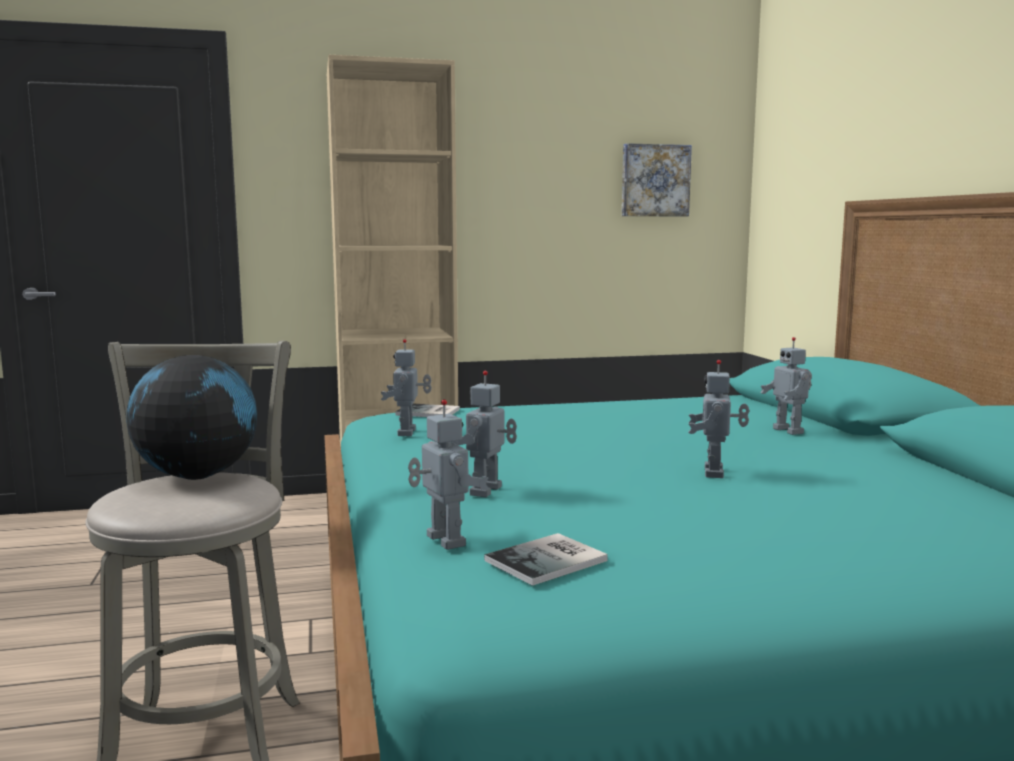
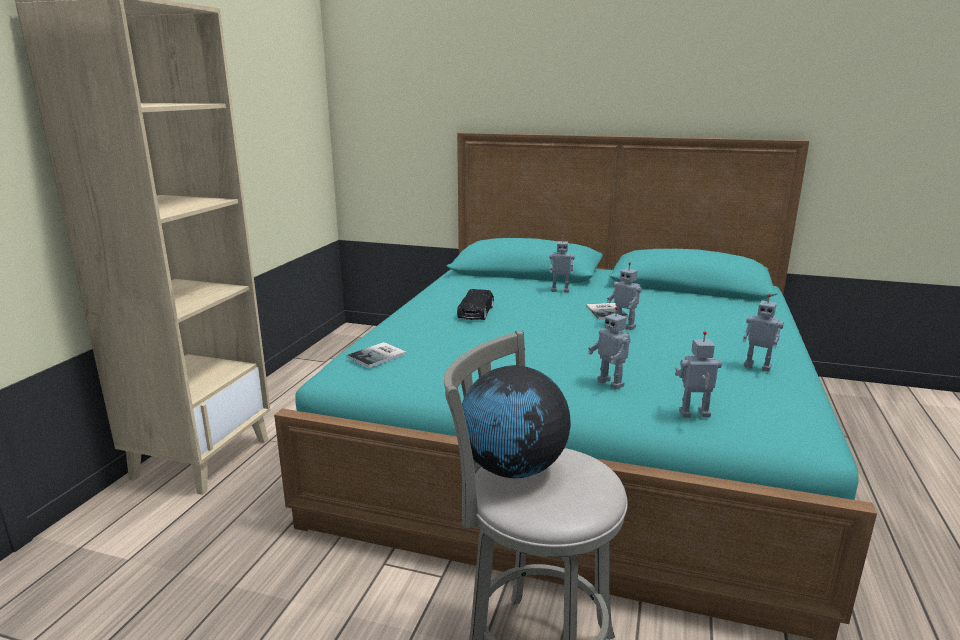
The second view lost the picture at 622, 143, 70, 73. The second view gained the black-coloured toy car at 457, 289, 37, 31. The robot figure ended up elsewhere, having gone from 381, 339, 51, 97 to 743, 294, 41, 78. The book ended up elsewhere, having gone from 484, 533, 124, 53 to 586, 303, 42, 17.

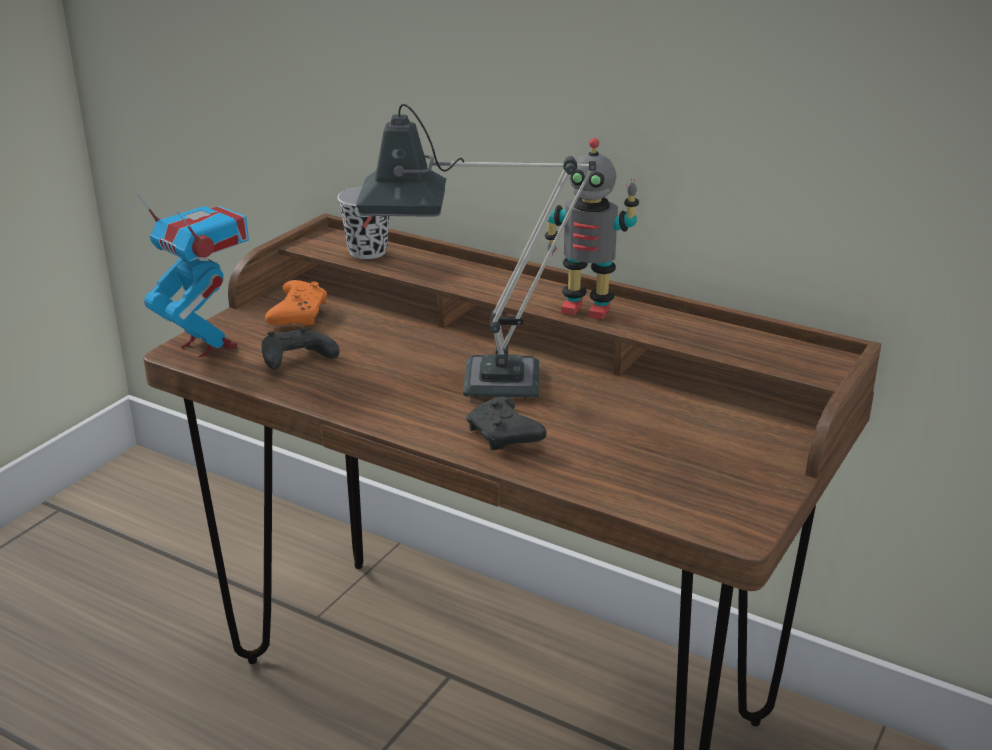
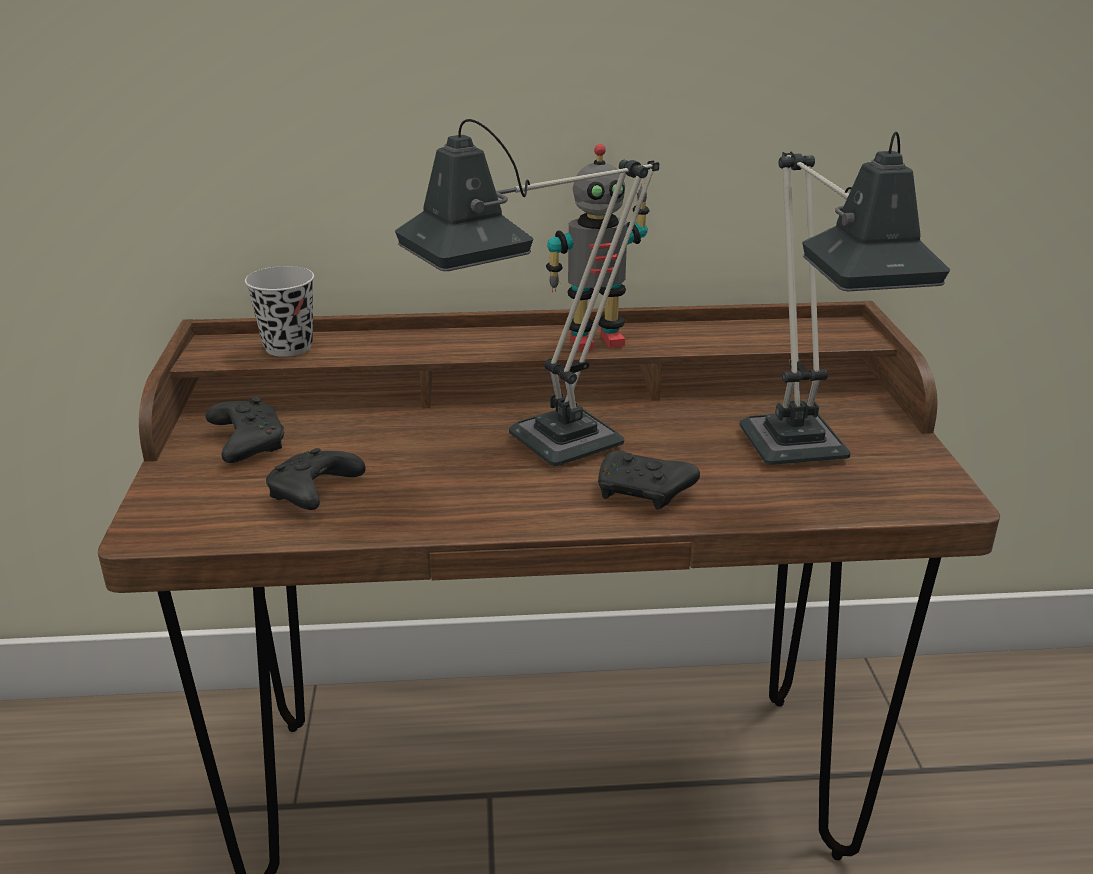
The second view lost the robot figure at 137, 194, 112, 164. The second view gained the tabletop lamp at 739, 132, 211, 333. What was the orange-coloured gamepad at 265, 280, 62, 45 turned into the black-coloured gamepad at 205, 396, 79, 67.

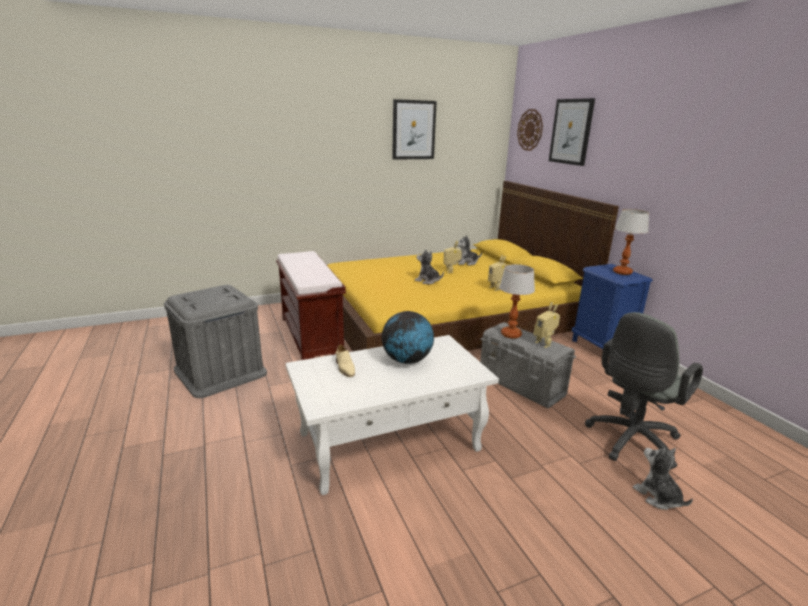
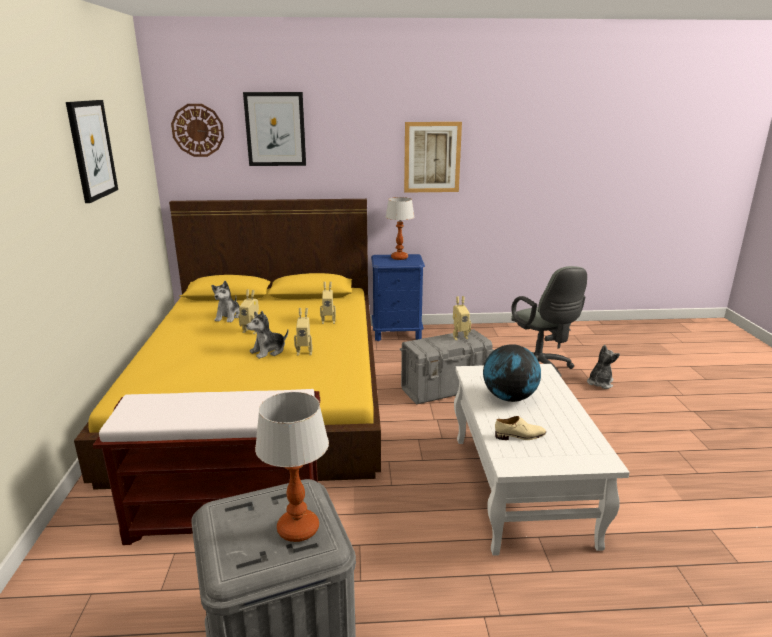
The second view gained the robot figure at 294, 308, 19, 47. The second view gained the picture at 404, 122, 58, 71. The tabletop lamp ended up elsewhere, having gone from 499, 264, 36, 75 to 255, 392, 74, 150. The plush toy at 633, 448, 60, 62 ended up facing another way, 135 degrees clockwise from before.

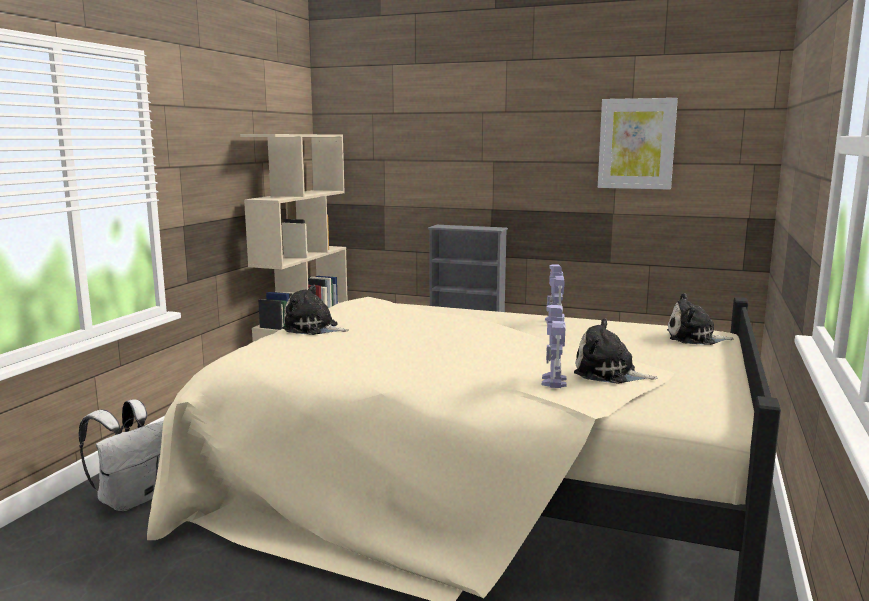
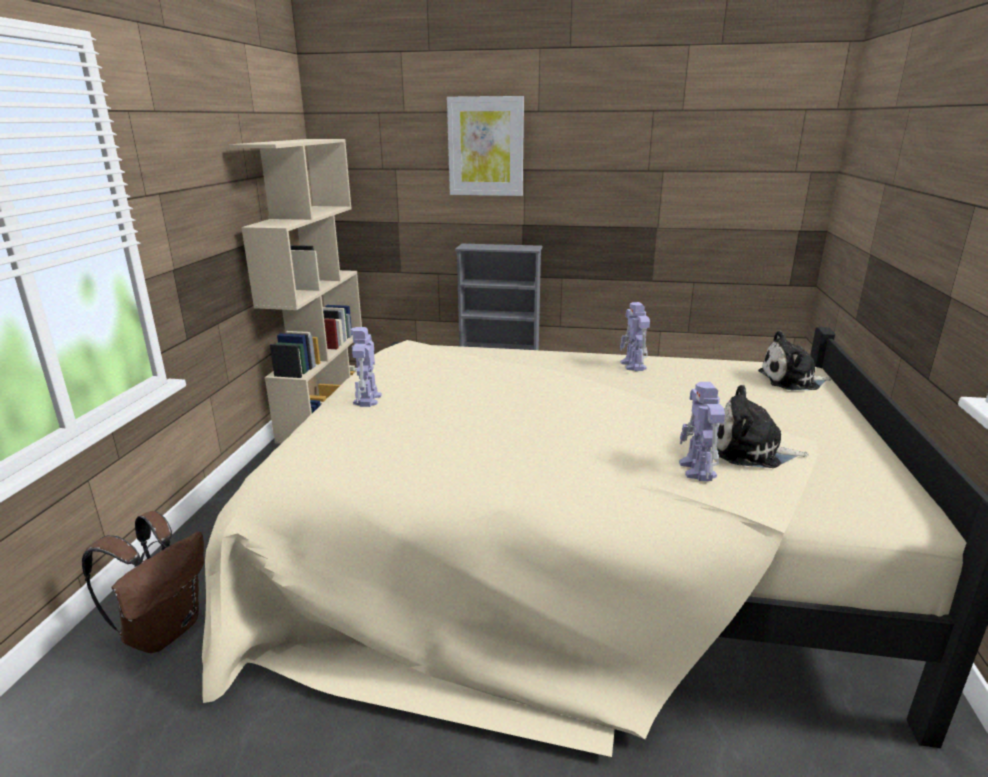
The picture ended up elsewhere, having gone from 598, 98, 80, 92 to 447, 96, 77, 100. Where the plush toy stood at 282, 285, 67, 50, the robot figure came to stand at 351, 327, 31, 80. What was the whitish backpack at 79, 400, 85, 111 turned into the brownish backpack at 82, 511, 122, 142.

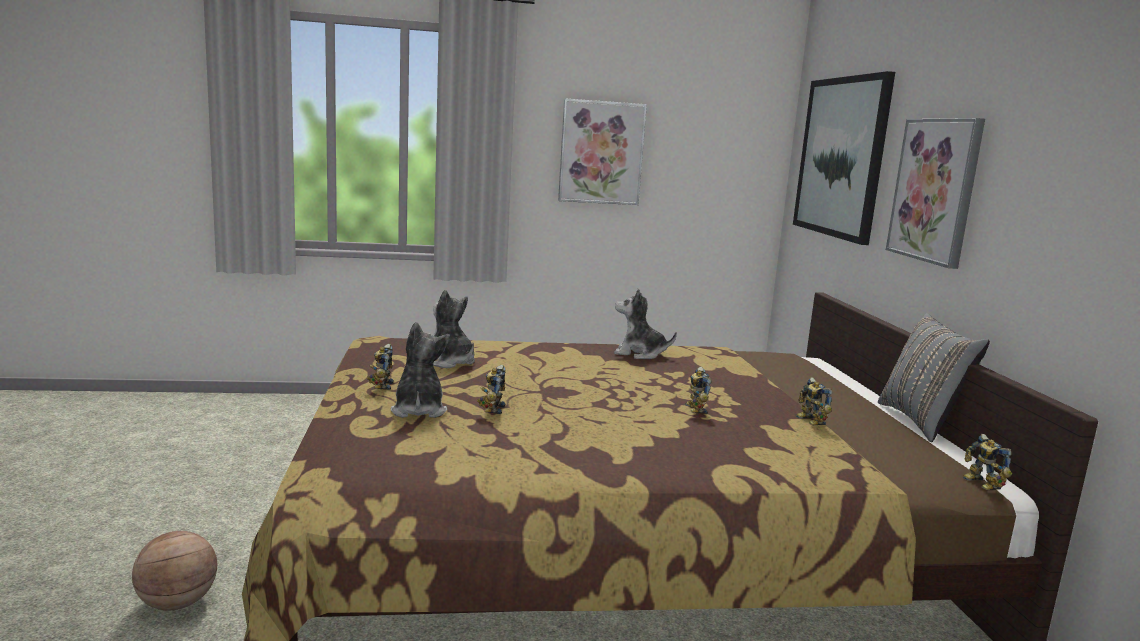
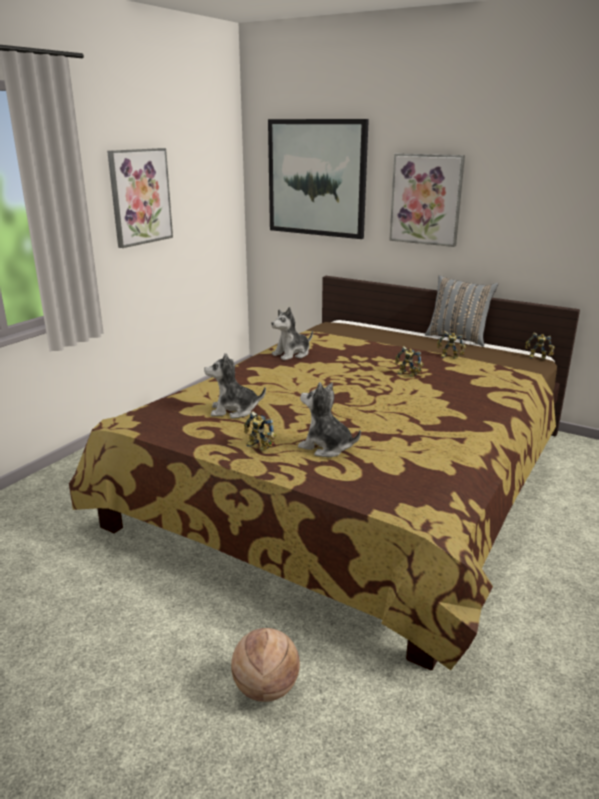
The second view lost the robot figure at 477, 365, 29, 49.

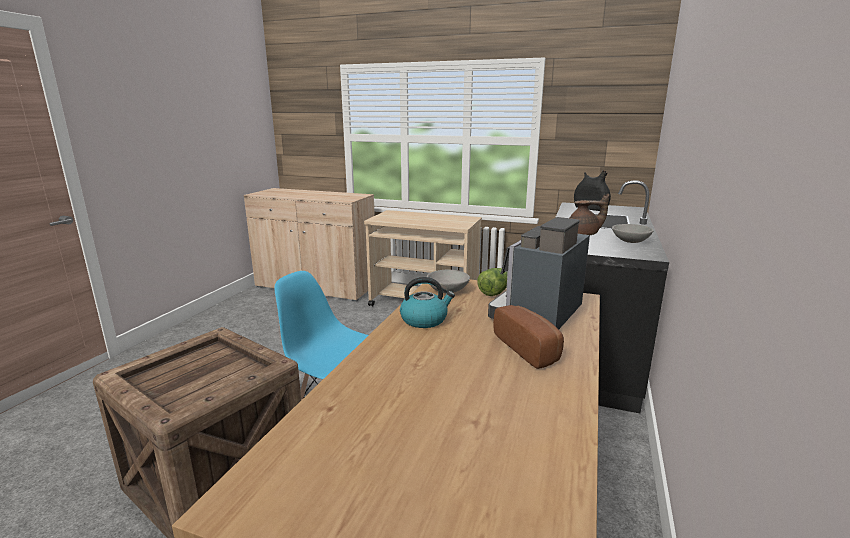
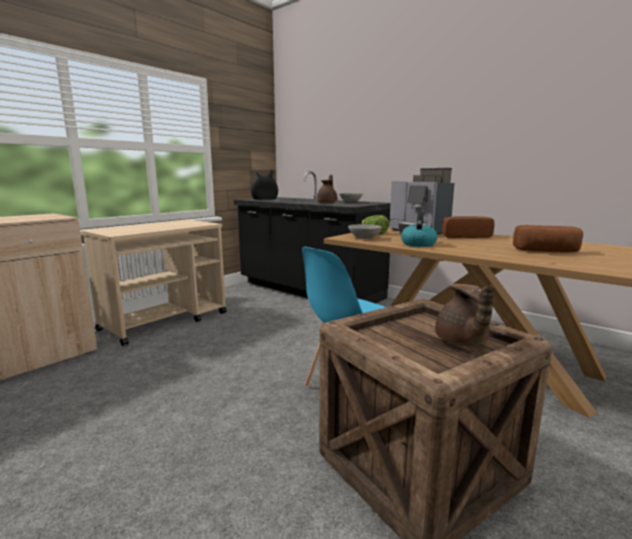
The second view gained the brownish tea pot at 435, 284, 59, 62. The second view gained the bakery bread at 513, 225, 70, 27.

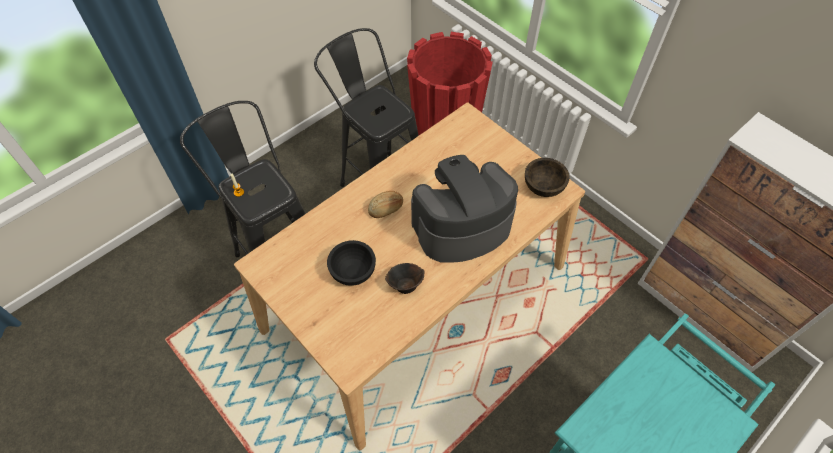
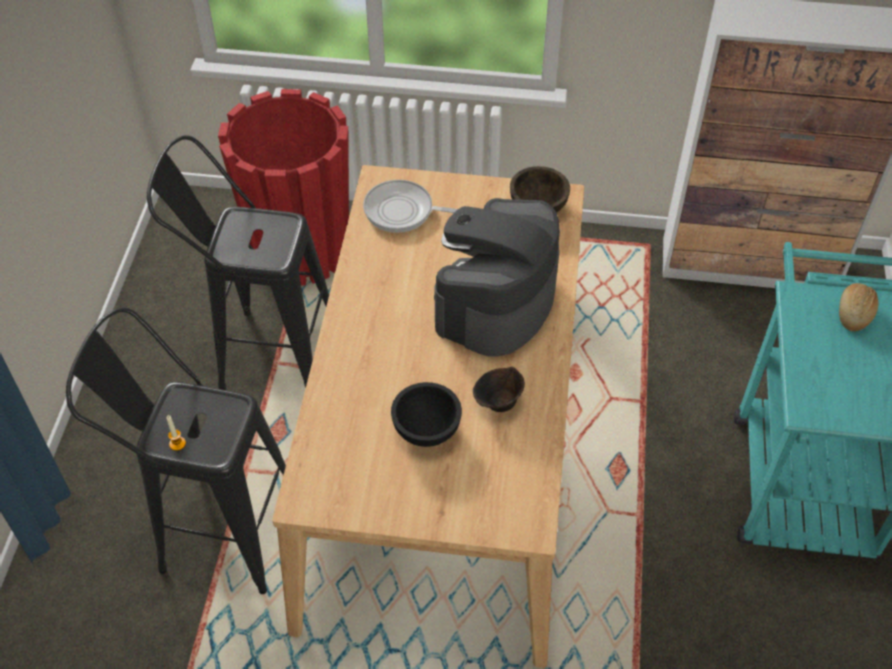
The second view gained the pan at 363, 180, 95, 53. The bakery bread ended up elsewhere, having gone from 368, 191, 35, 27 to 839, 283, 39, 48.

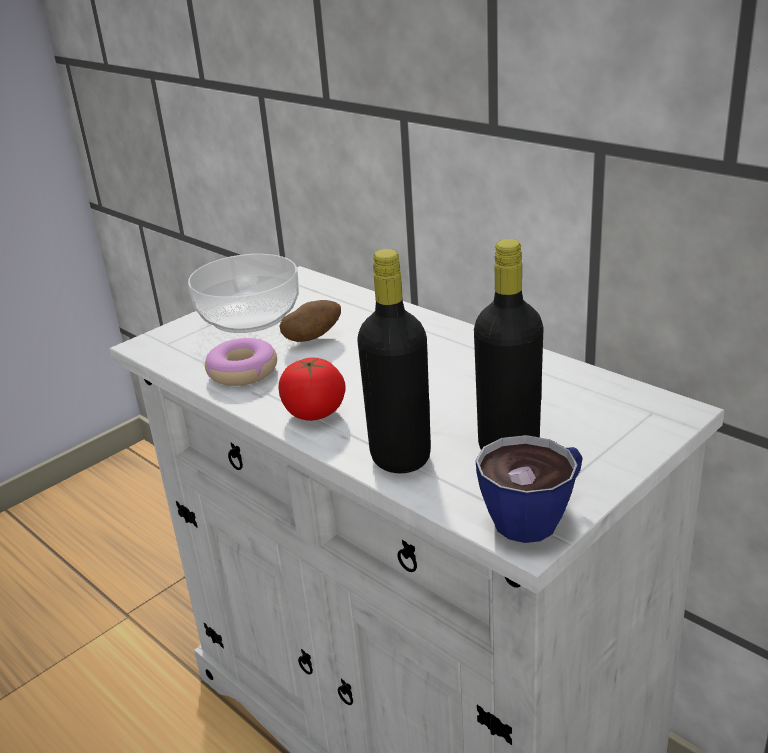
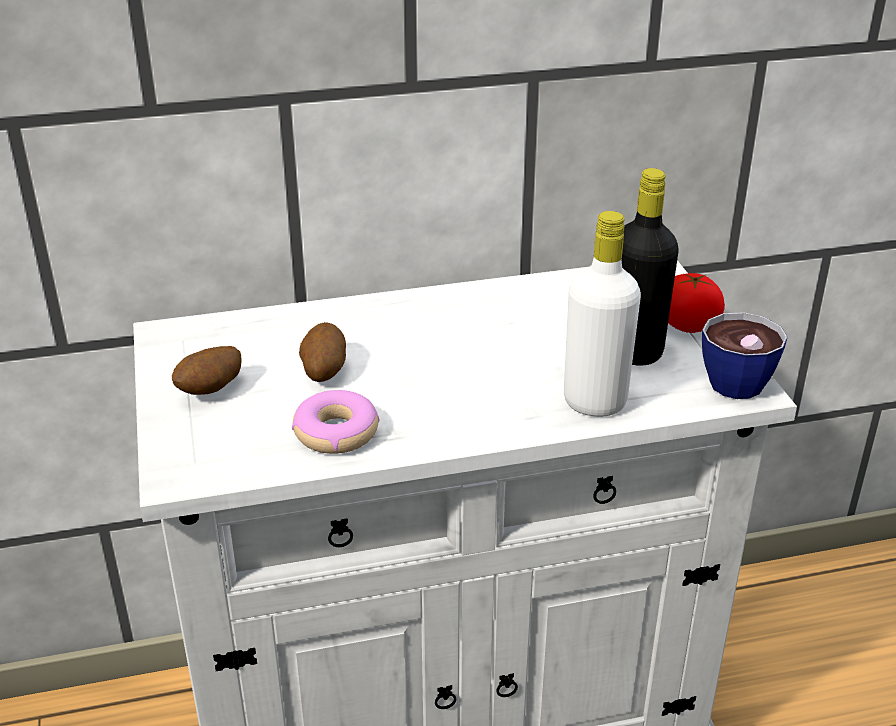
The tomato ended up elsewhere, having gone from 278, 357, 67, 64 to 668, 273, 57, 60. Where the serving bowl stood at 188, 254, 111, 79, the spud came to stand at 172, 346, 70, 49. What was the black-coloured beverage bottle at 357, 249, 74, 224 turned into the whitish beverage bottle at 564, 211, 77, 206.

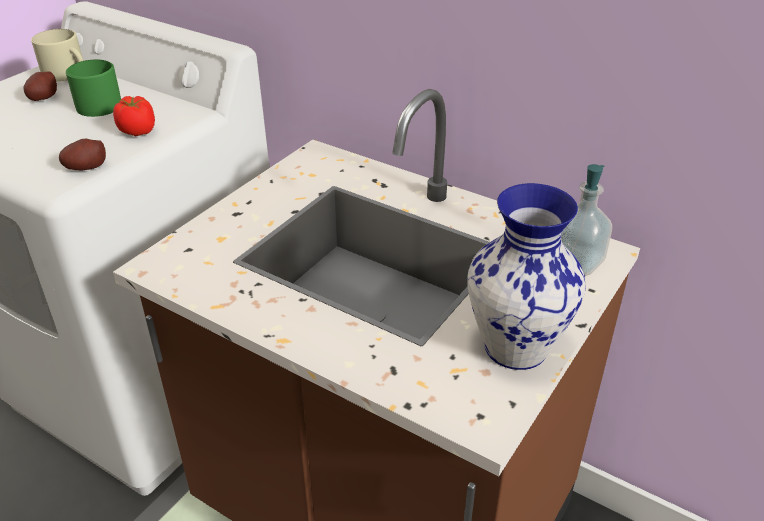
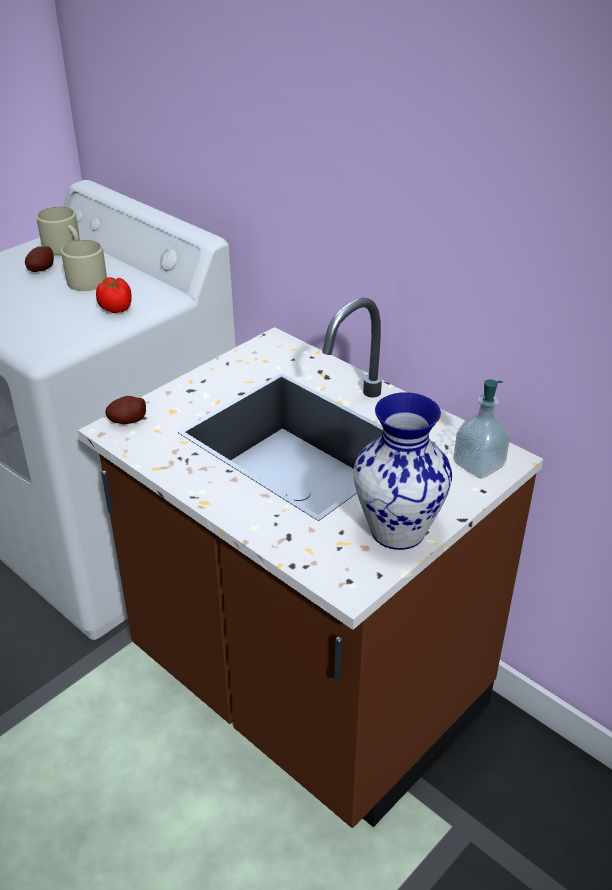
The spud ended up elsewhere, having gone from 59, 139, 47, 32 to 105, 396, 41, 28. What was the greenish mug at 66, 60, 55, 57 turned into the beige-coloured mug at 61, 240, 46, 51.

